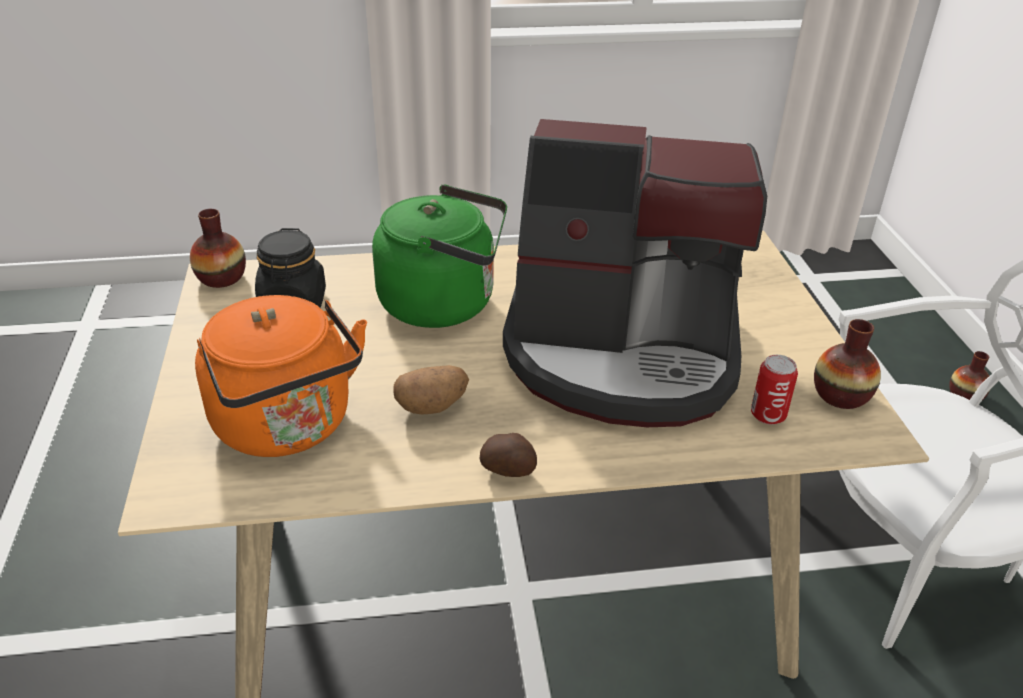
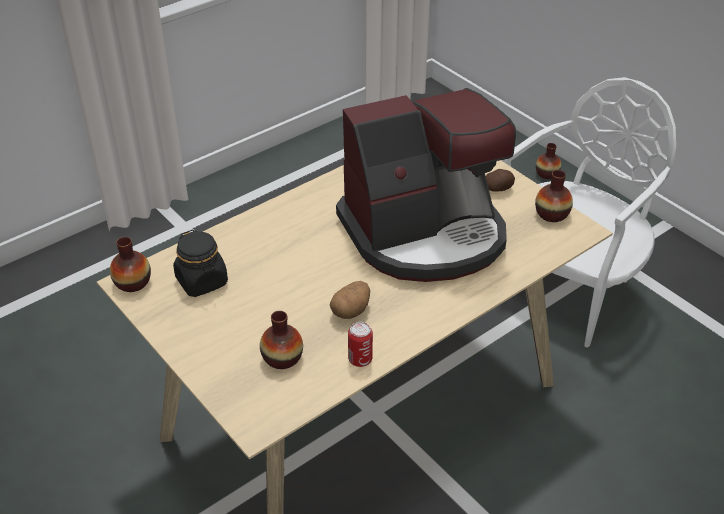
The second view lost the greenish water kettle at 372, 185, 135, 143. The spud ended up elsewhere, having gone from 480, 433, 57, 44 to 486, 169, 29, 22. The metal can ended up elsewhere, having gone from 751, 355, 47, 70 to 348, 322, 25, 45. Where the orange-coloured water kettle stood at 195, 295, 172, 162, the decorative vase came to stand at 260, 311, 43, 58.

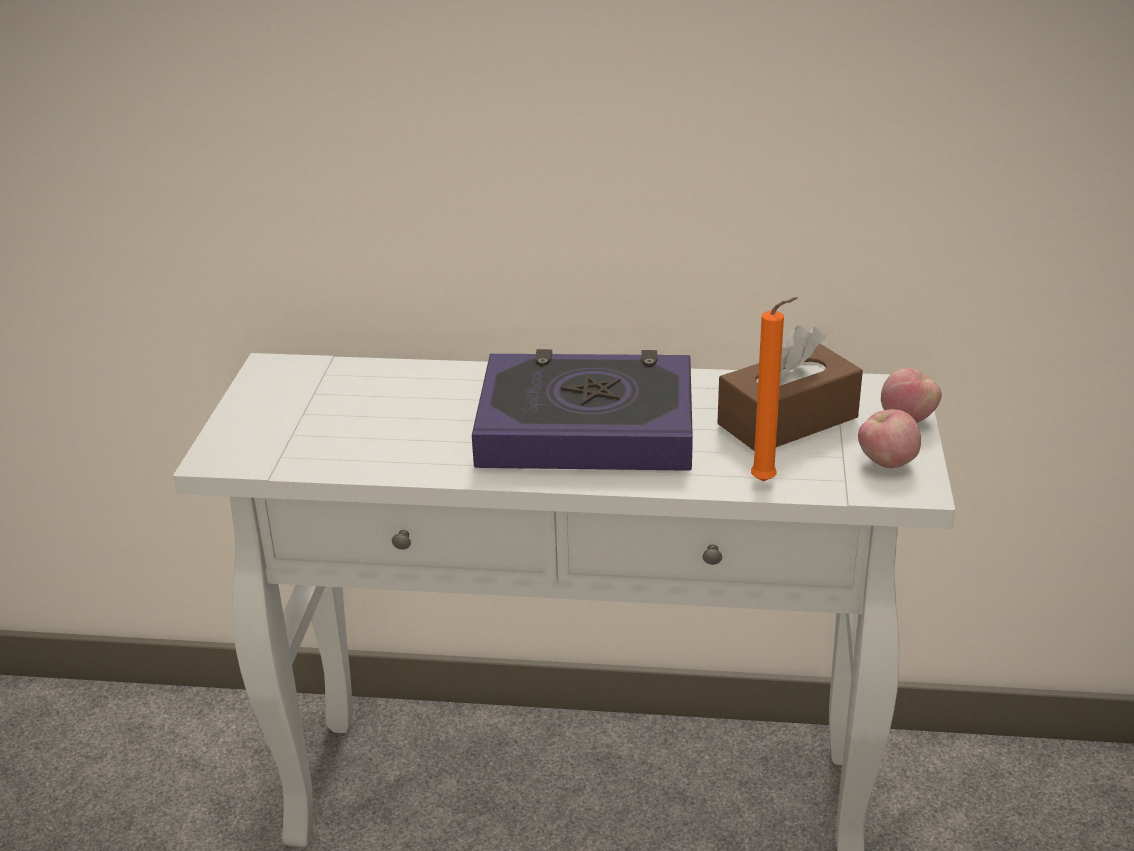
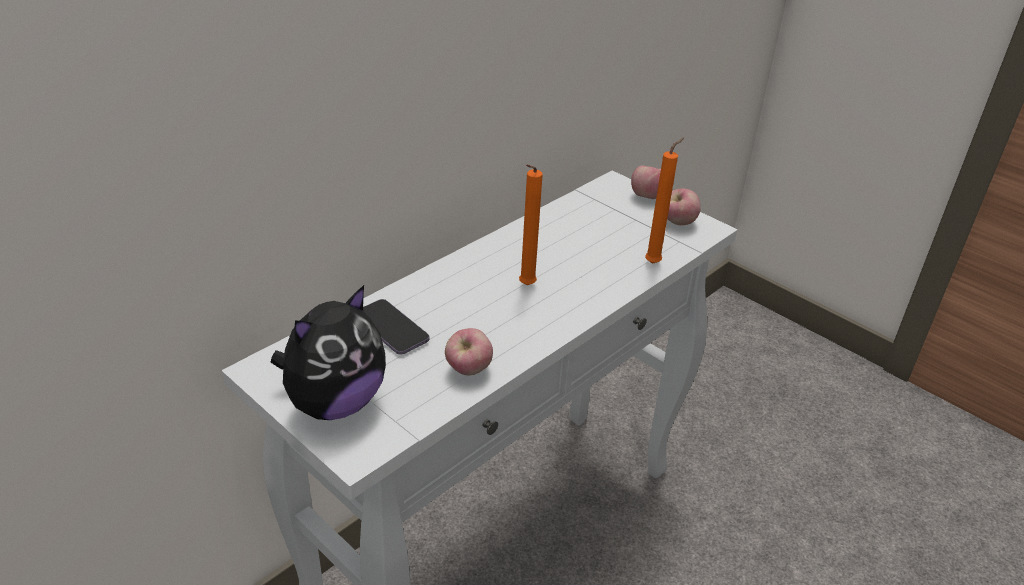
The second view lost the brownish tissue holder at 717, 326, 146, 125. The second view gained the plush toy at 270, 285, 116, 135. The second view gained the telephone at 363, 299, 66, 56. The second view gained the apple at 445, 328, 48, 47. Where the book stood at 472, 349, 221, 122, the orange-coloured wax light came to stand at 519, 164, 24, 121.

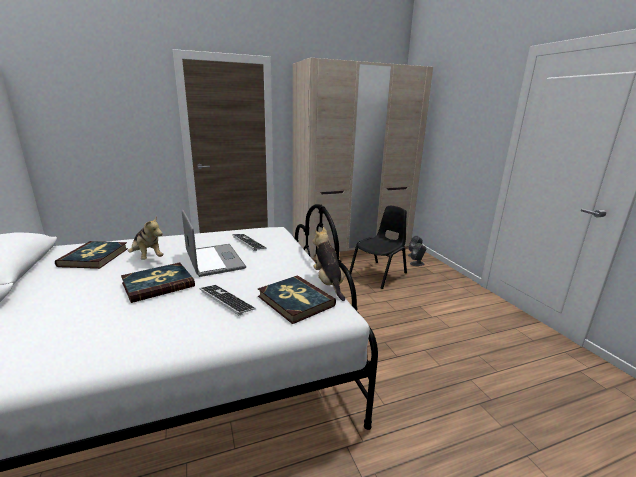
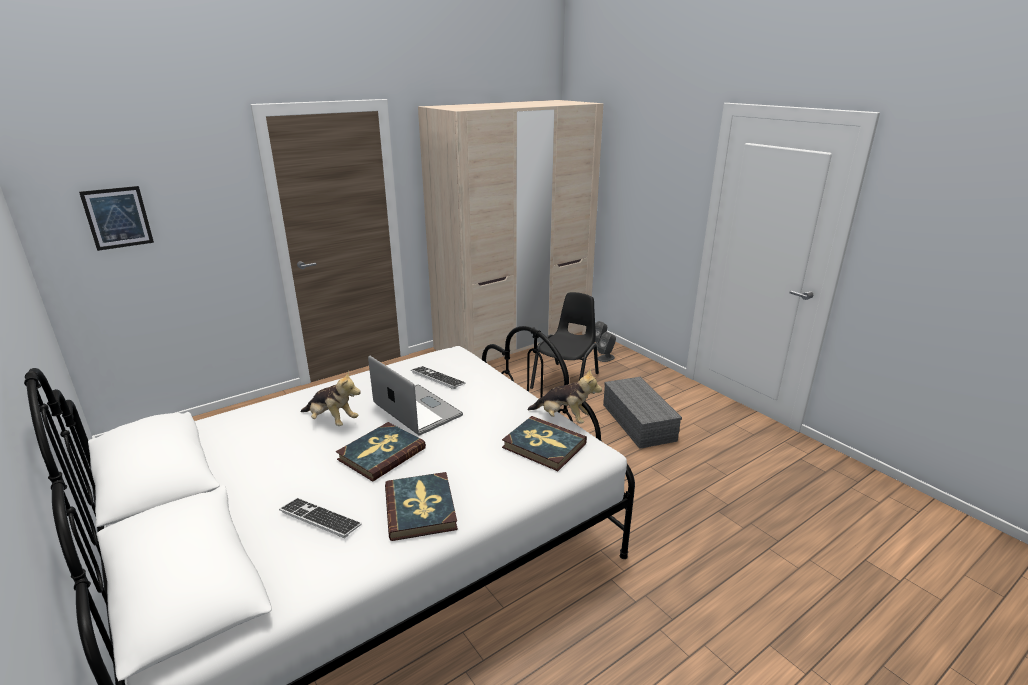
The second view gained the picture at 79, 186, 75, 65. The second view gained the grey storage box at 603, 377, 79, 72. The book ended up elsewhere, having gone from 55, 241, 73, 28 to 385, 472, 73, 69. The keyboard ended up elsewhere, having gone from 200, 285, 56, 30 to 279, 498, 83, 40. The plush toy at 312, 227, 34, 74 ended up facing another way, 150 degrees clockwise from before.

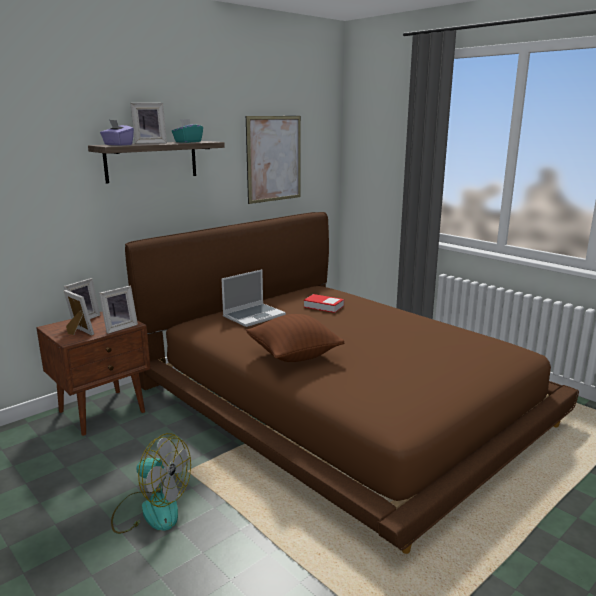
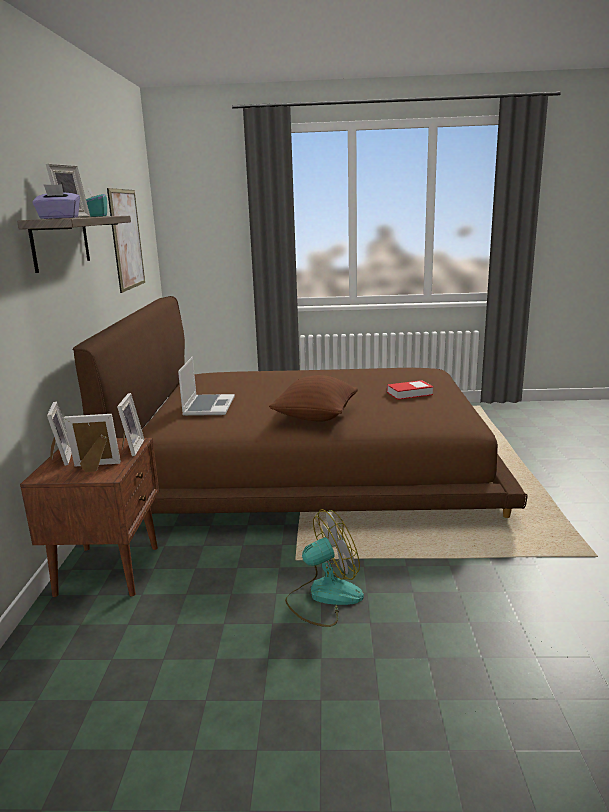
The book ended up elsewhere, having gone from 304, 294, 40, 19 to 387, 380, 47, 20.

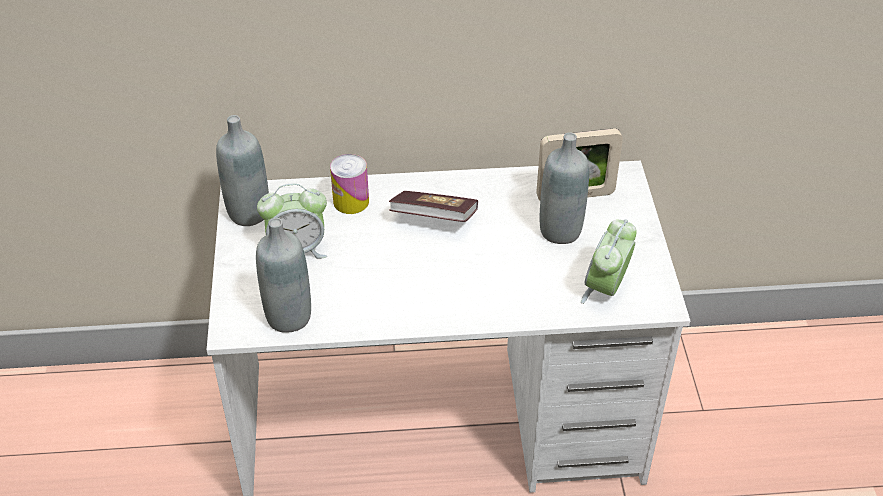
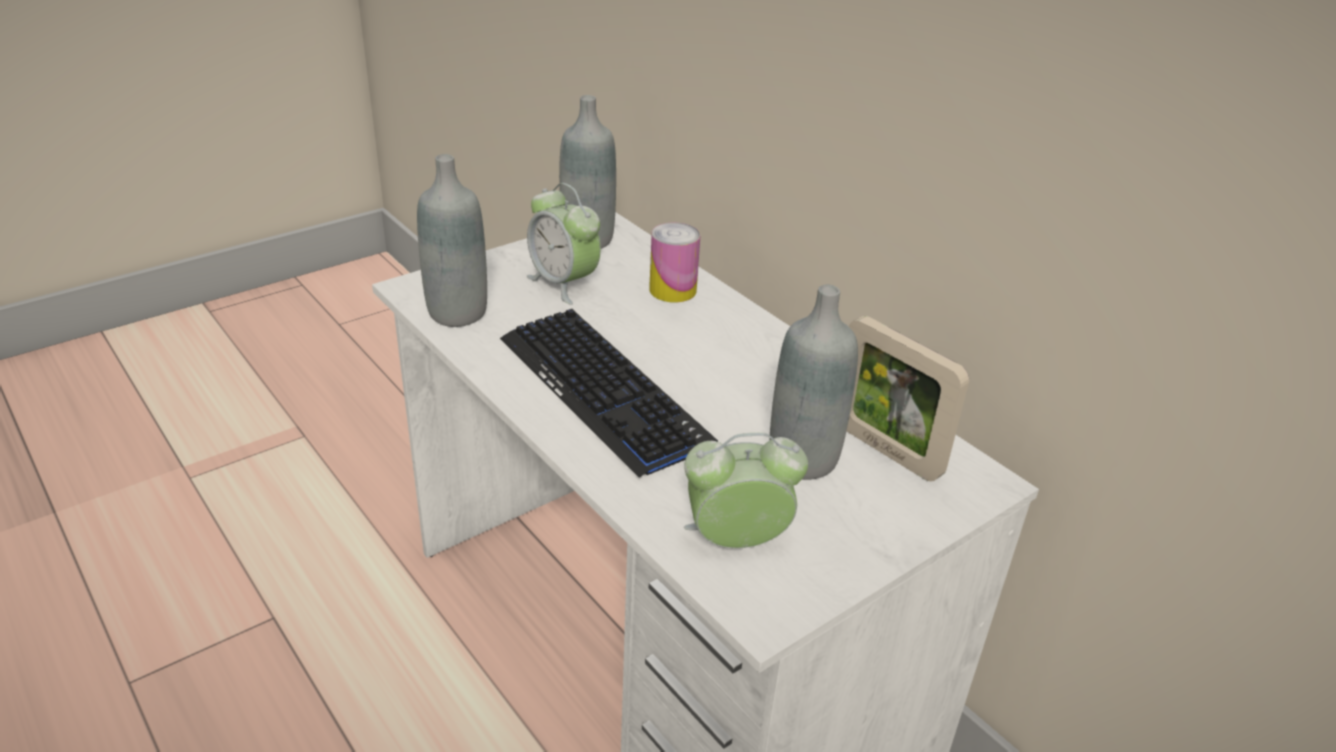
The second view lost the book at 389, 191, 89, 31. The second view gained the keyboard at 500, 309, 218, 169.

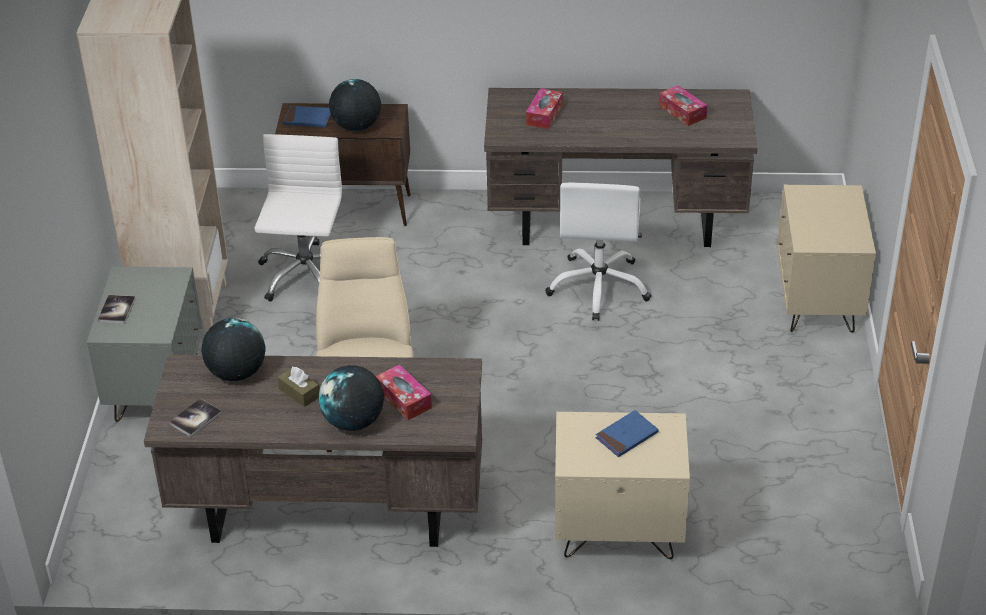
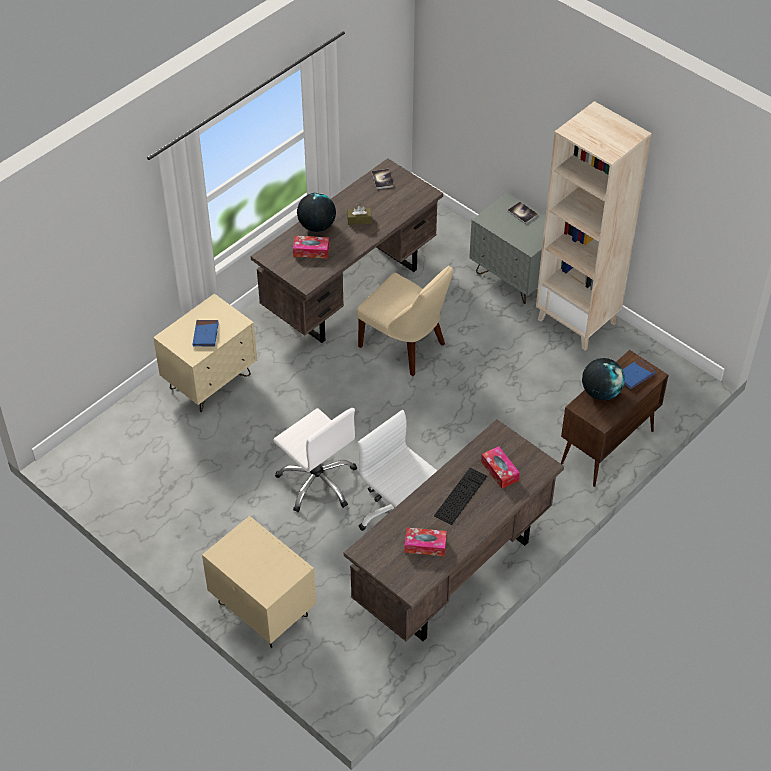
The second view lost the world globe at 201, 318, 65, 63. The second view gained the keyboard at 434, 468, 53, 57. The whitish desk chair ended up elsewhere, having gone from 255, 134, 87, 168 to 273, 408, 84, 104.

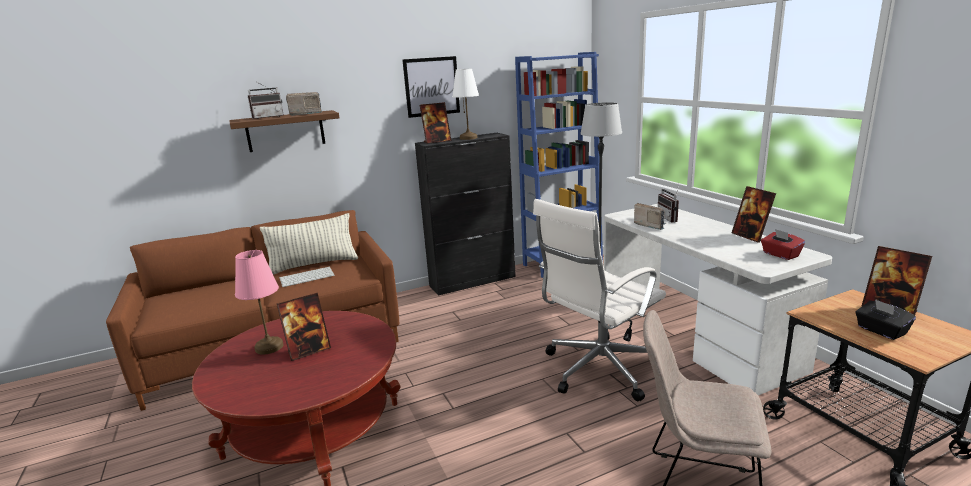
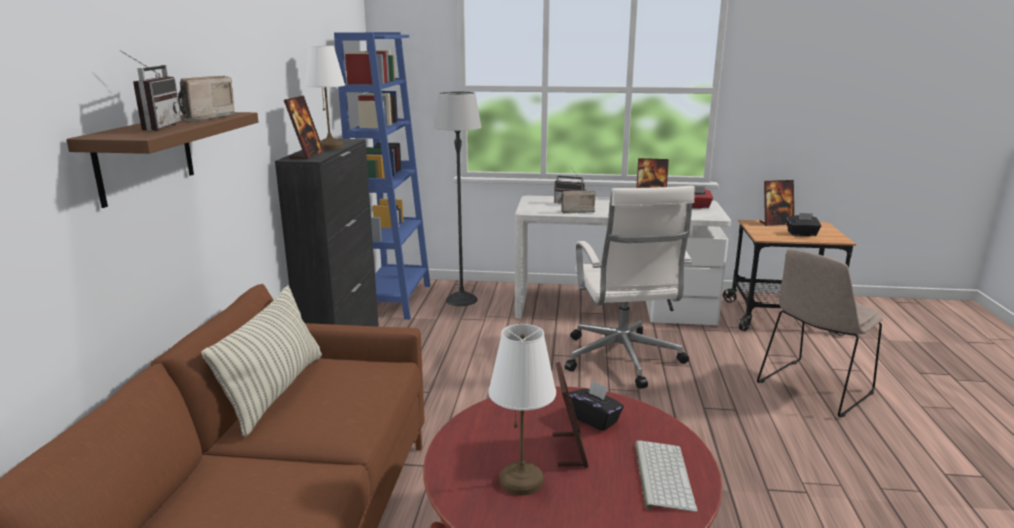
The second view lost the picture at 402, 56, 58, 62. The second view gained the black-coloured tissue holder at 569, 380, 55, 51. The keyboard ended up elsewhere, having gone from 279, 267, 55, 20 to 635, 440, 62, 72. What was the pinkish tabletop lamp at 235, 250, 49, 104 turned into the whitish tabletop lamp at 488, 324, 68, 171.

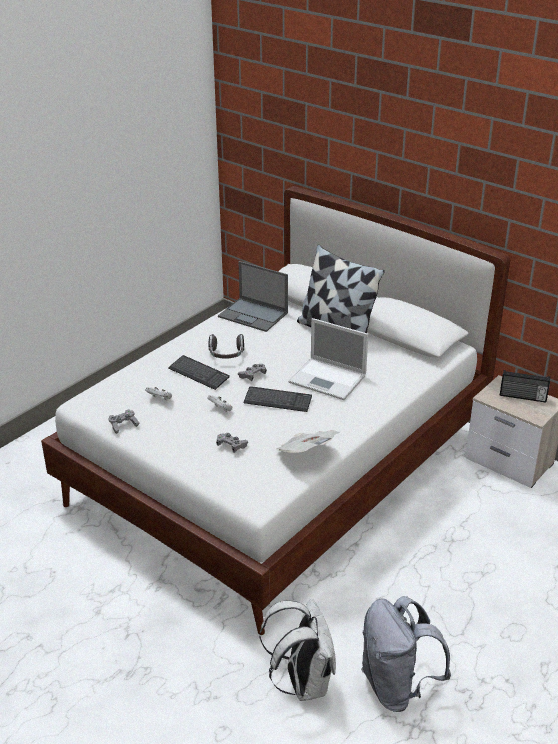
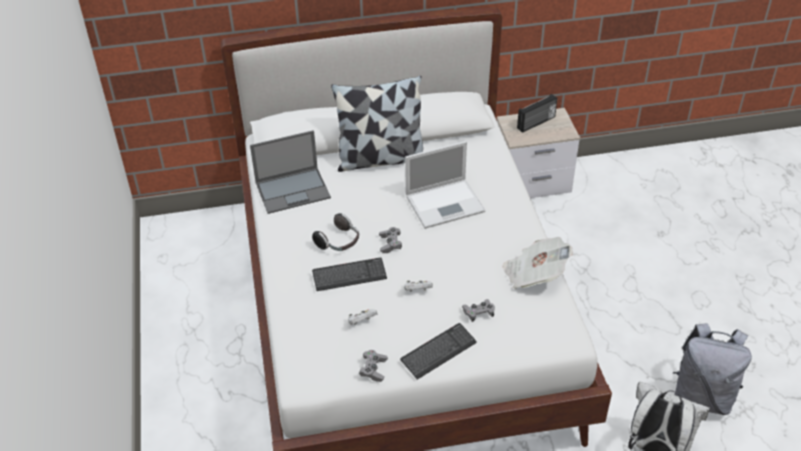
The keyboard ended up elsewhere, having gone from 244, 386, 68, 26 to 400, 323, 77, 57.

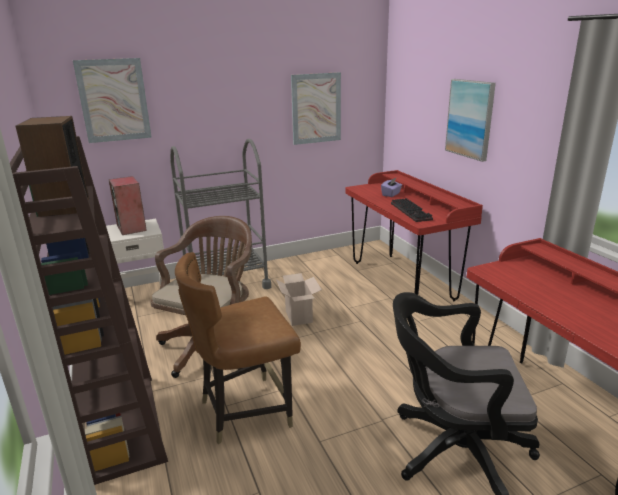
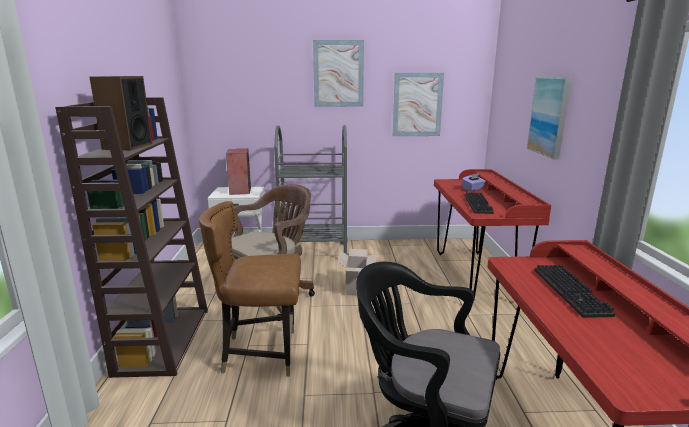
The second view gained the keyboard at 535, 265, 80, 53. The picture ended up elsewhere, having gone from 73, 58, 79, 85 to 313, 40, 51, 67.

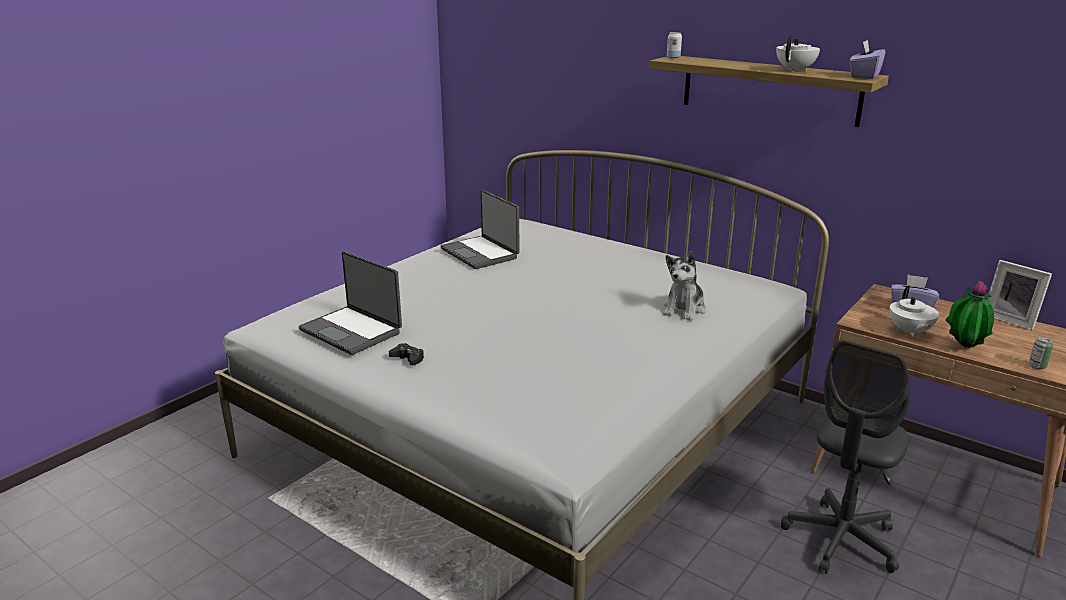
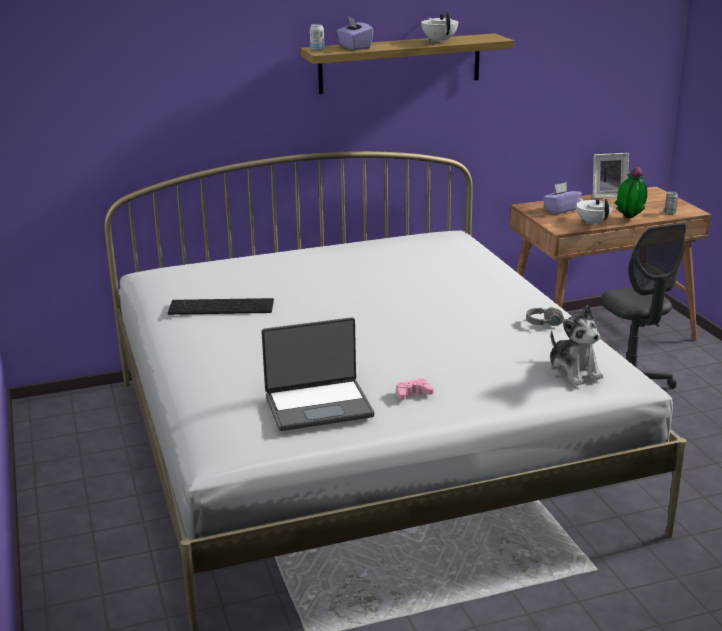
The second view gained the grey headset at 526, 307, 42, 19. The plush toy ended up elsewhere, having gone from 663, 251, 43, 70 to 549, 305, 55, 81. The purple tissue holder ended up elsewhere, having gone from 850, 40, 35, 39 to 336, 17, 38, 33. Where the laptop stood at 441, 190, 79, 79, the keyboard came to stand at 168, 298, 106, 17. What was the black-coloured gamepad at 389, 343, 35, 23 turned into the pinkish gamepad at 397, 378, 37, 22. The whitish tea pot at 889, 286, 50, 51 ended up facing another way, 150 degrees counterclockwise from before.

